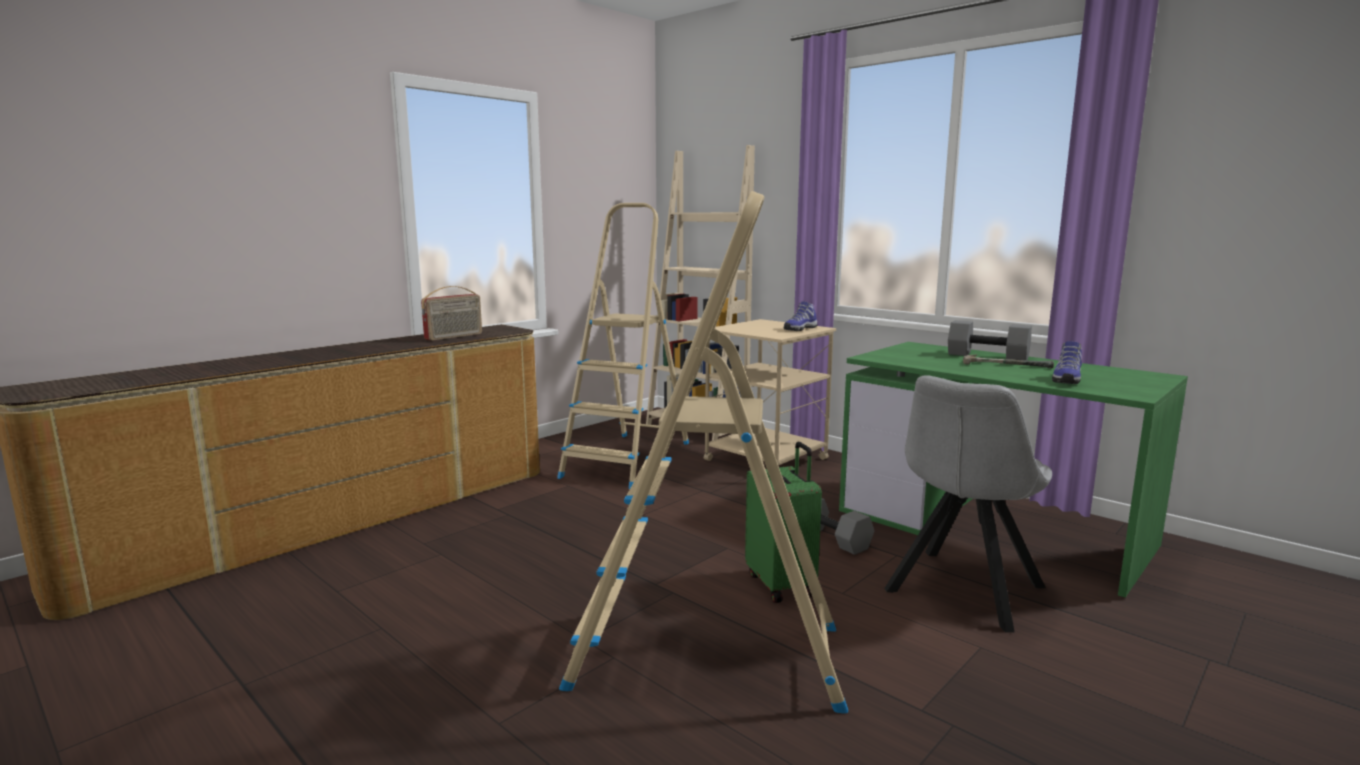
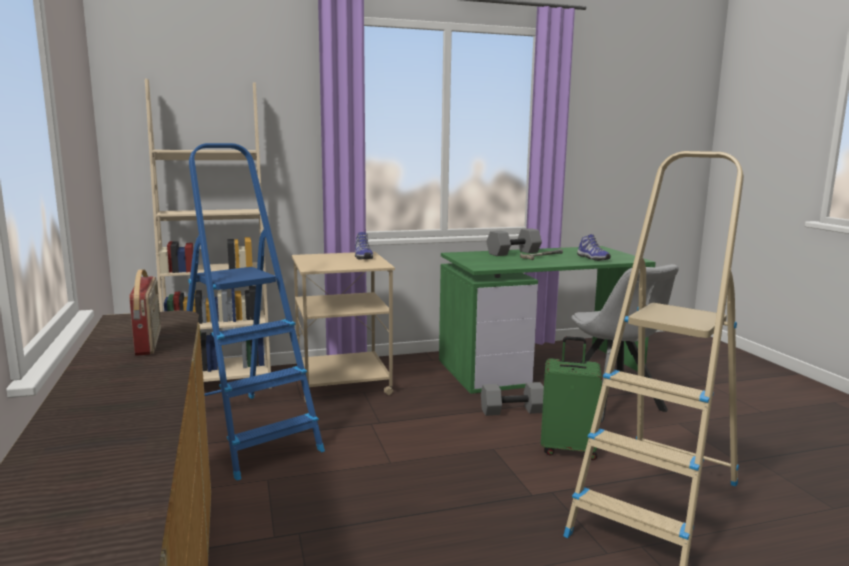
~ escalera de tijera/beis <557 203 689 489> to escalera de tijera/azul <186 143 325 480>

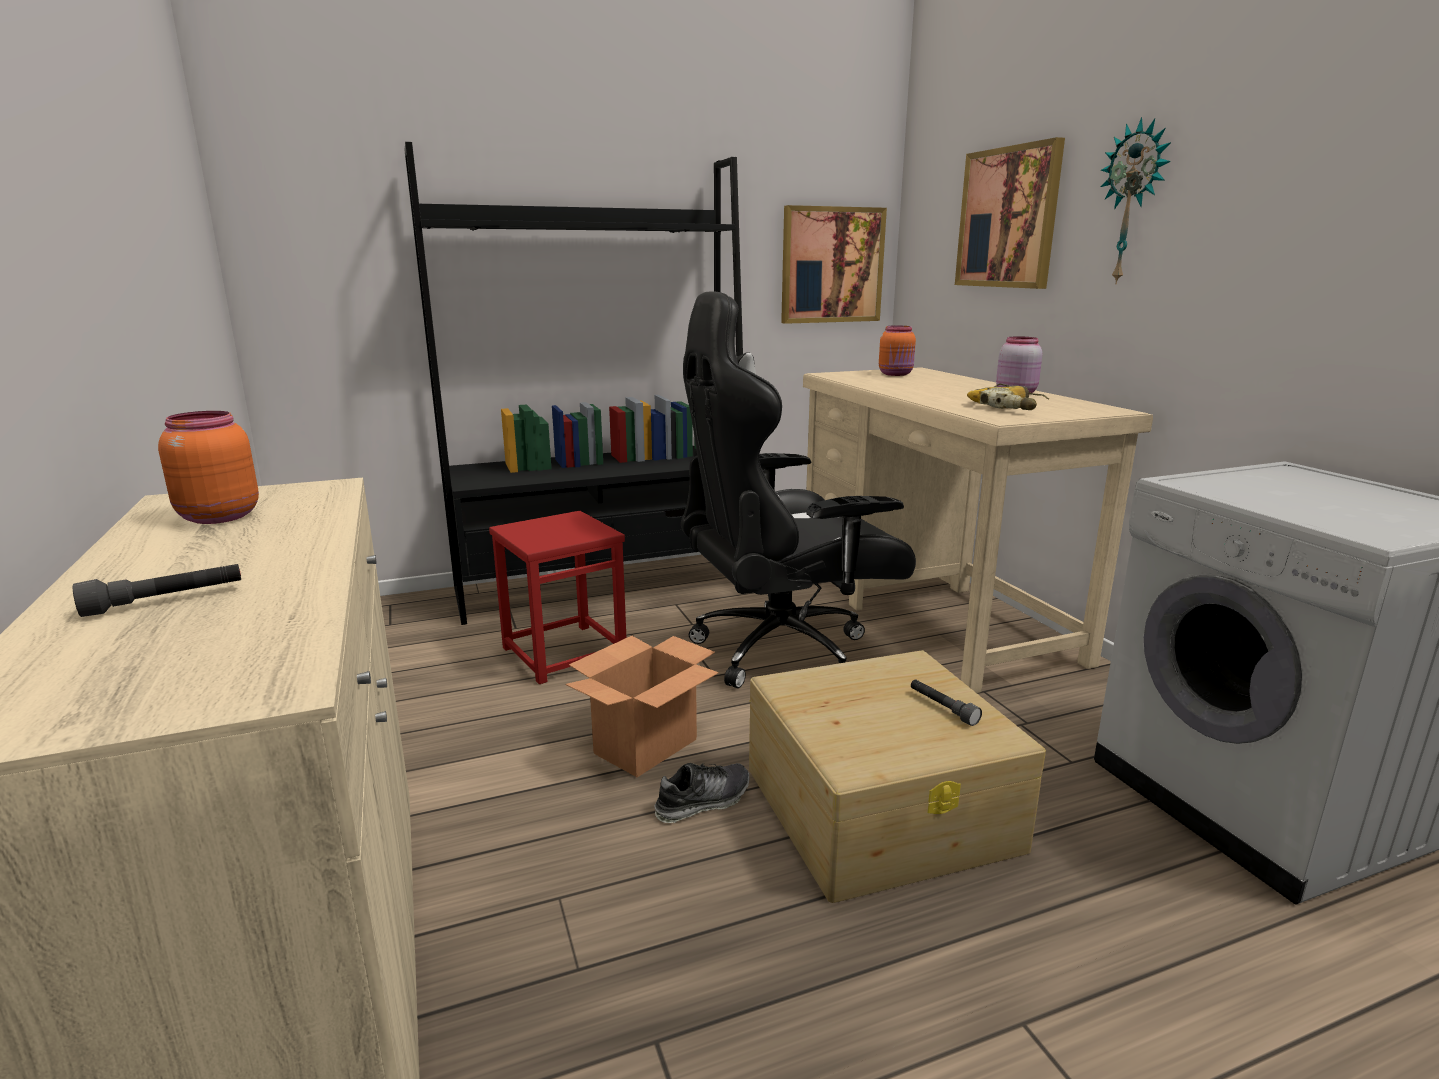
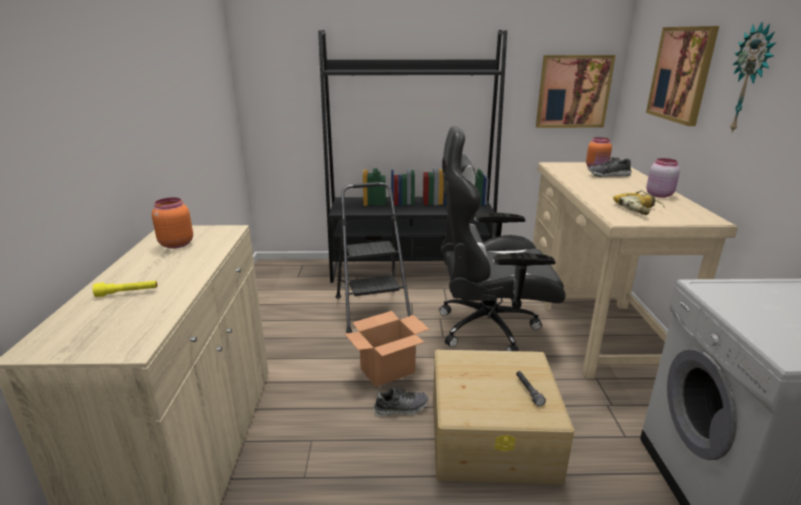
~ linterna/gris <73 564 241 617> to linterna/amarillo <93 281 157 297>
~ taburete/rojo <489 511 626 684> to escalera de tijera/negro <336 182 411 333>
+ zapato <589 157 632 177>

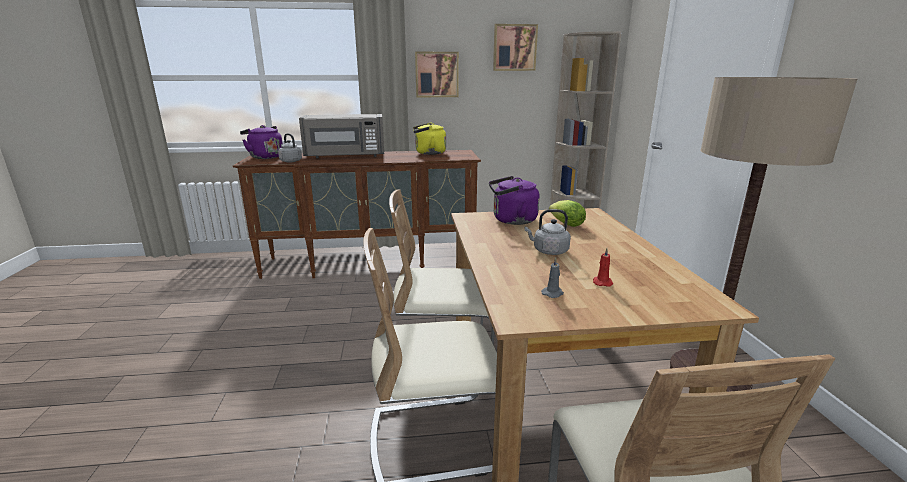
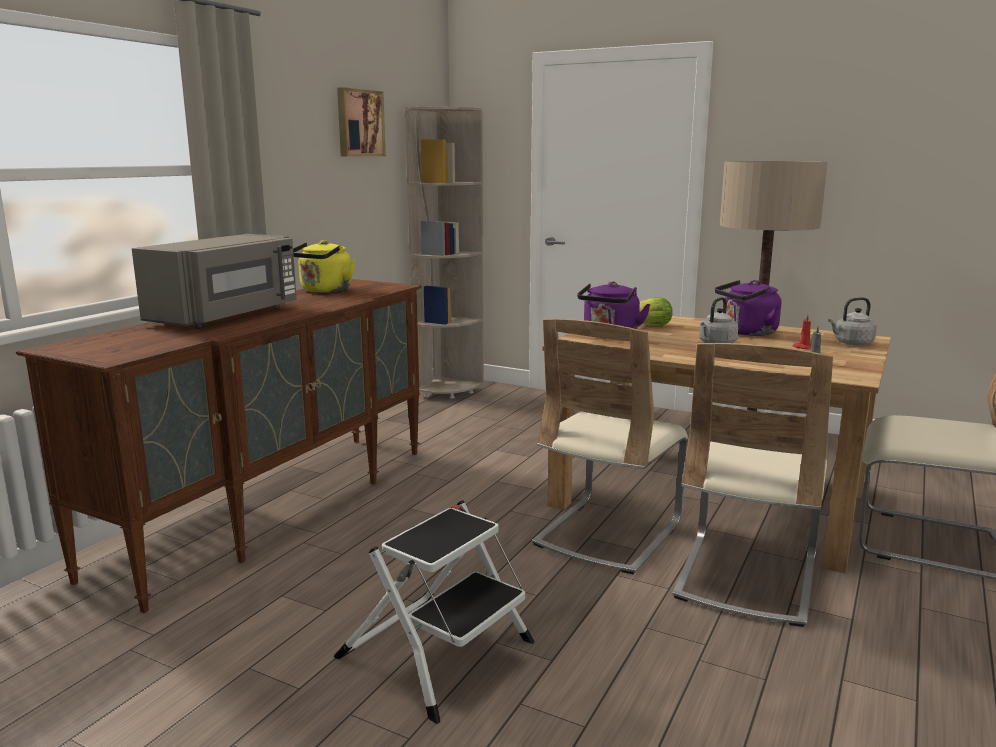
+ escalera de tijera <334 500 534 724>
~ hervidor/morado <240 125 283 159> to <715 280 781 336>
~ hervidor/gris <278 134 302 162> to <828 297 877 346>
- cuadro <415 52 459 97>

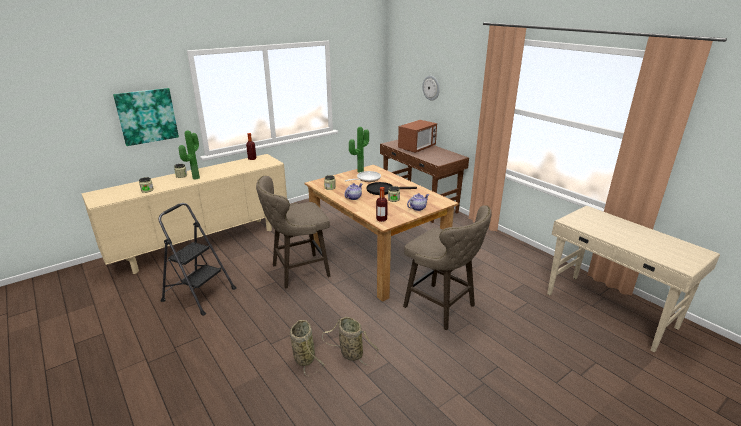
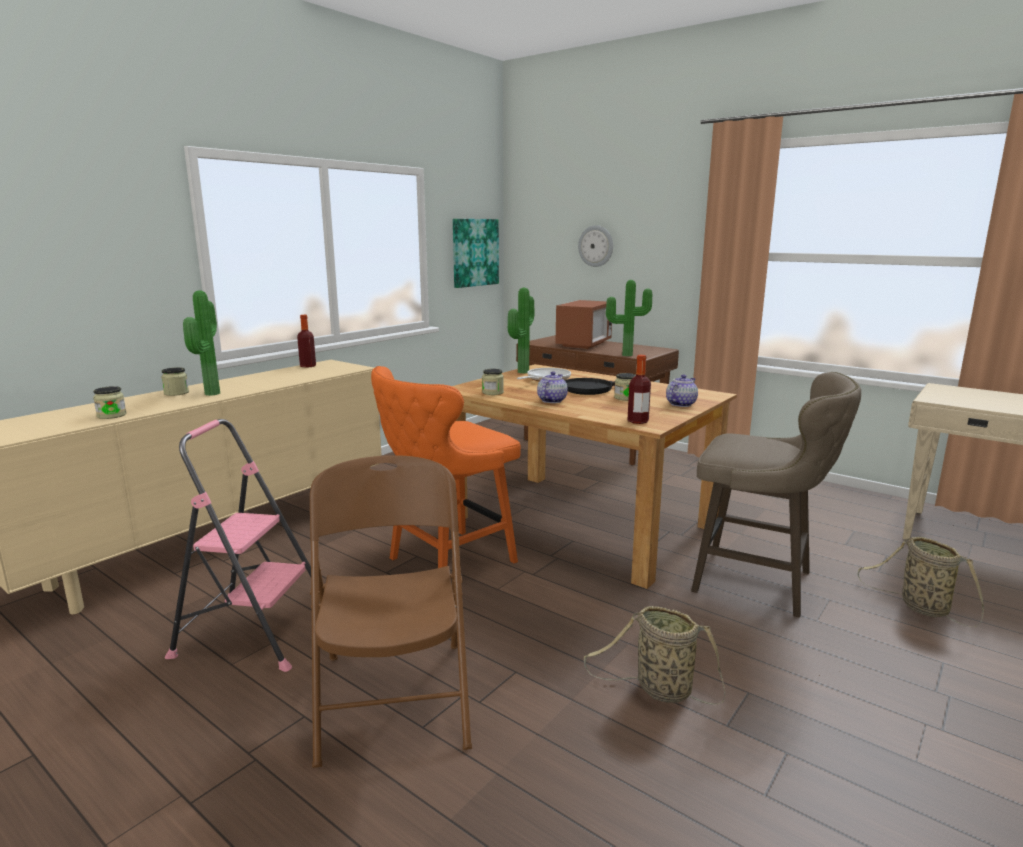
~ escalera de tijera/negro <159 203 236 316> to escalera de tijera/rosa <165 419 311 672>
+ silla/marrón <310 455 472 768>
~ taburete/beis <256 176 330 289> to taburete/naranja <371 366 521 568>
~ cuadro <113 88 179 146> to <453 219 499 288>
+ planta en maceta <606 280 652 356>
~ cesta <290 320 325 376> to <857 537 984 627>

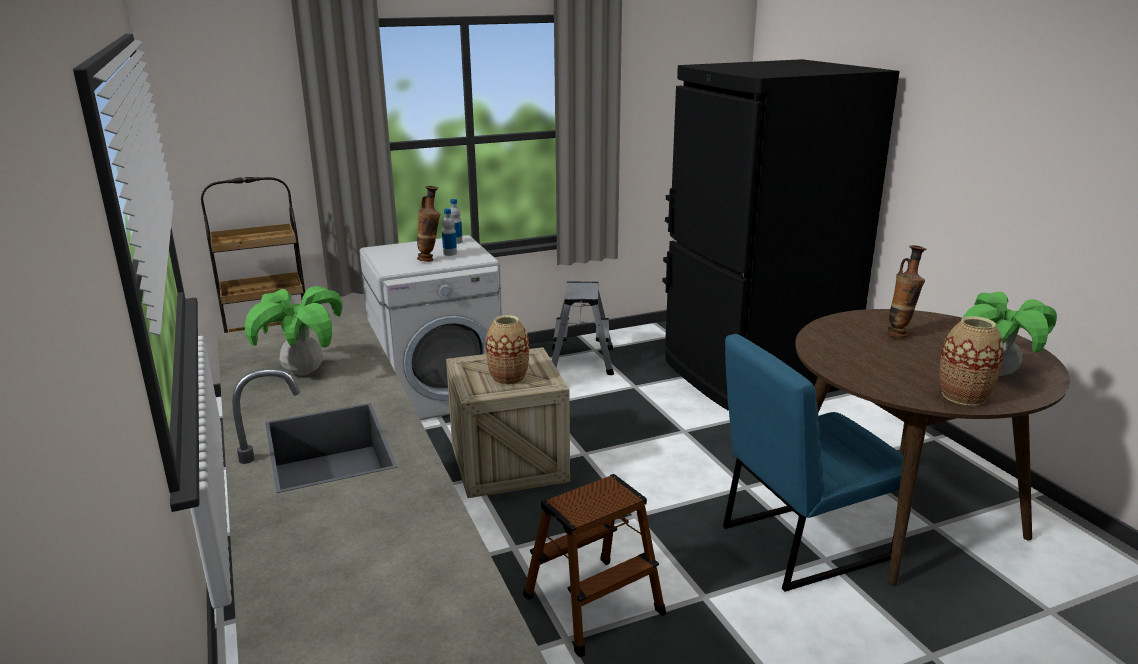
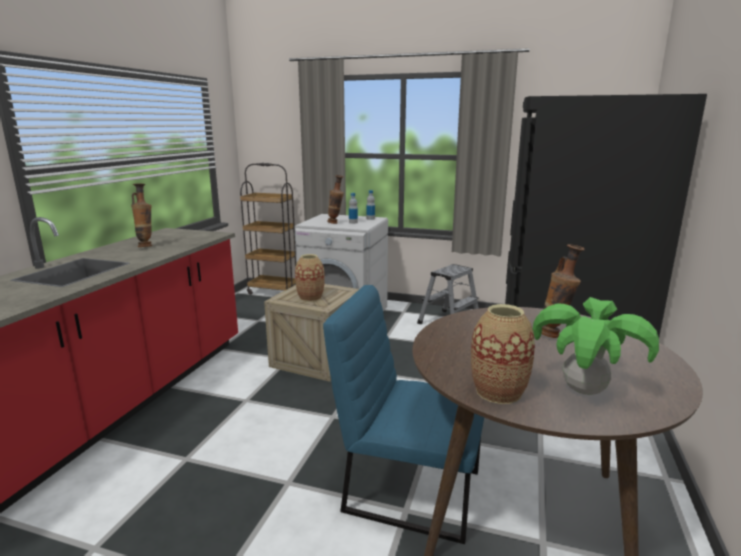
~ planta en maceta <245 286 343 376> to florero <131 183 152 247>
- escalera de tijera/marrón <523 474 666 657>

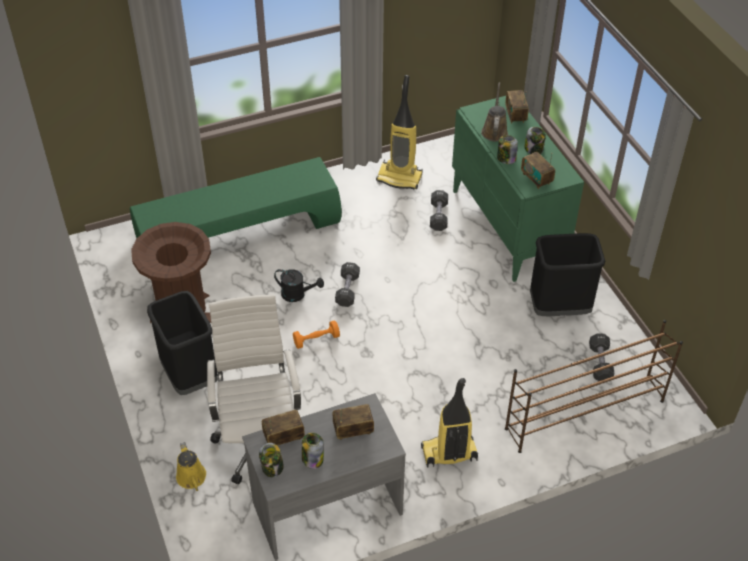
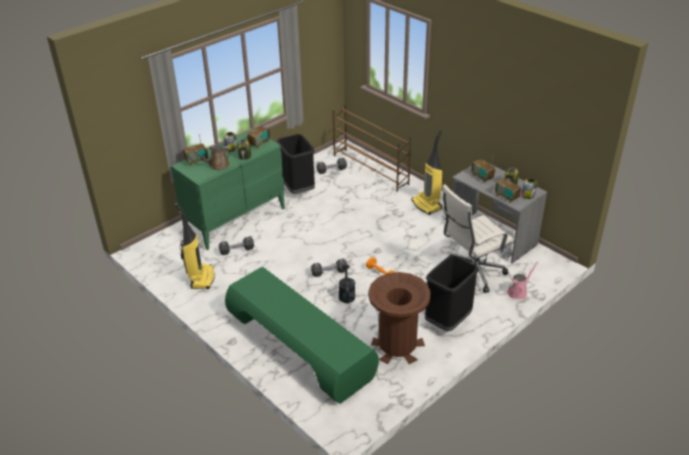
~ regadera/amarillo <176 442 206 491> to regadera/rosa <507 262 539 300>

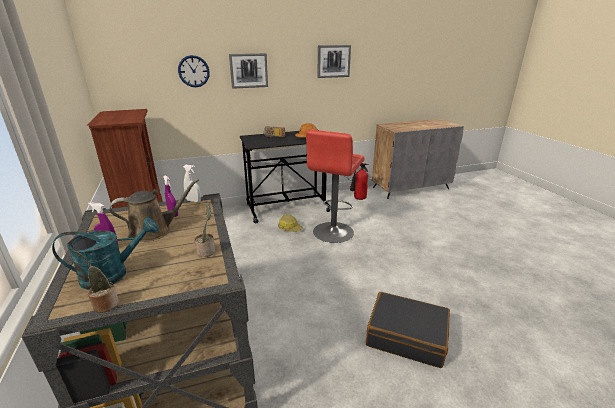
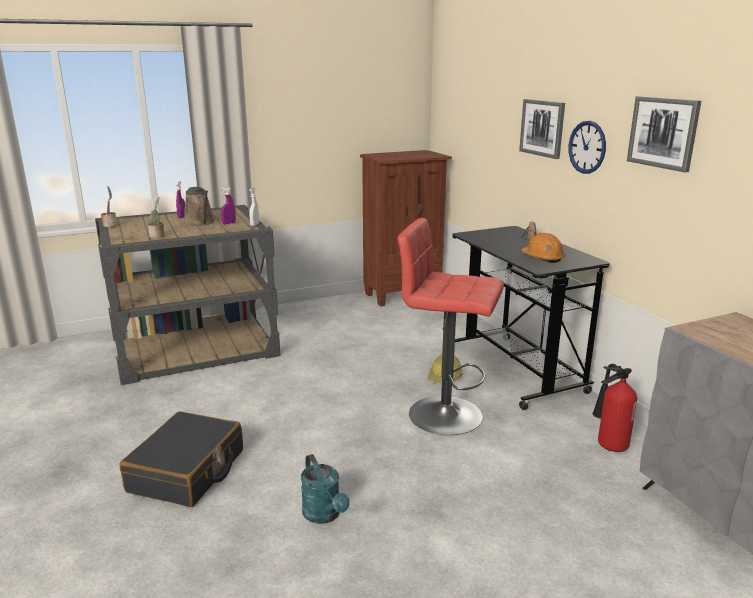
~ regadera/turquesa <52 218 159 290> to <301 454 350 524>
~ reloj de pared <178 55 210 87> to <569 121 606 174>

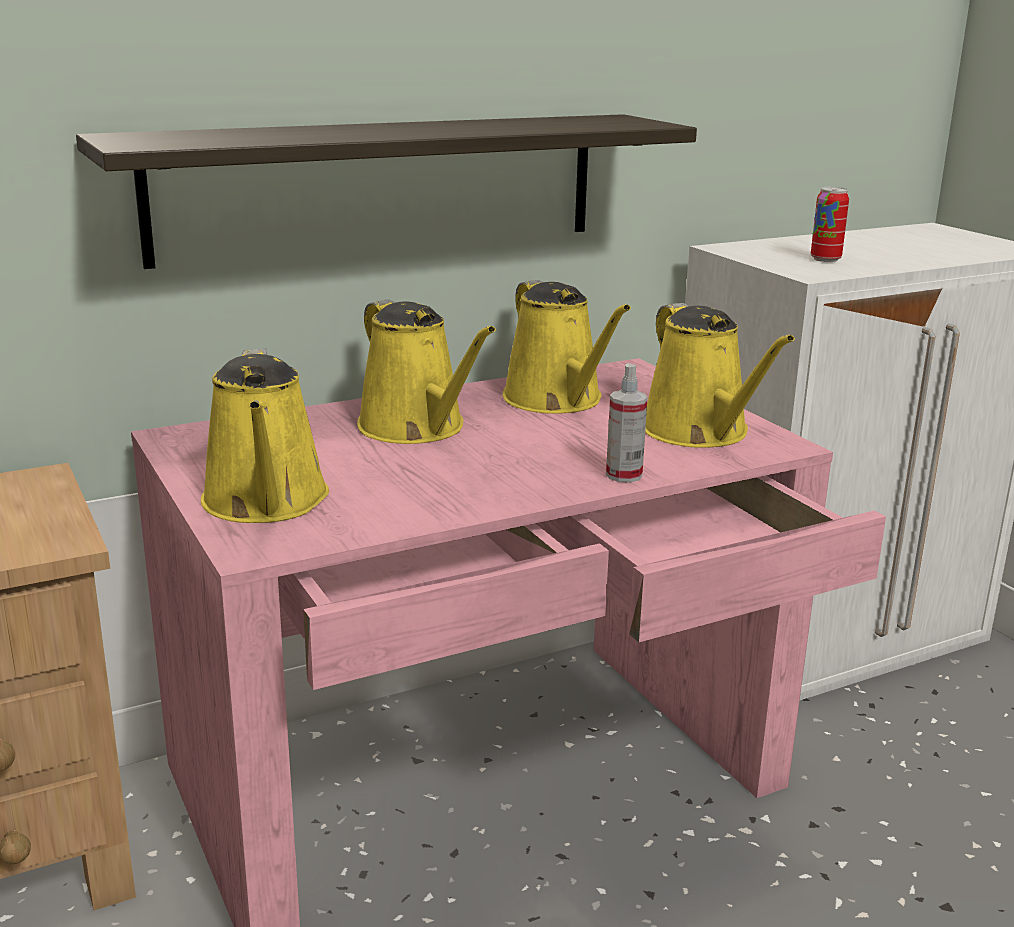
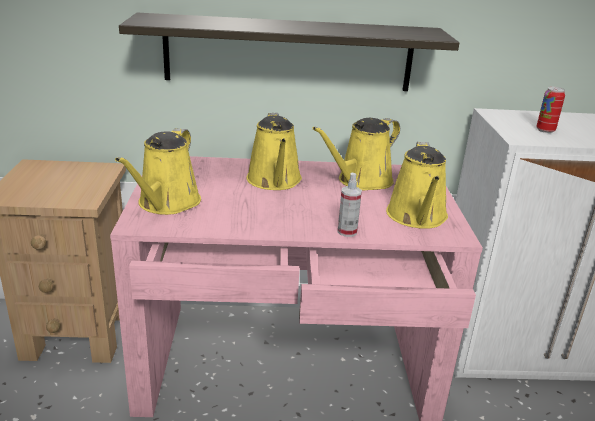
~ regadera/amarillo <503 280 631 414> = <312 118 400 191> 45 degrees clockwise

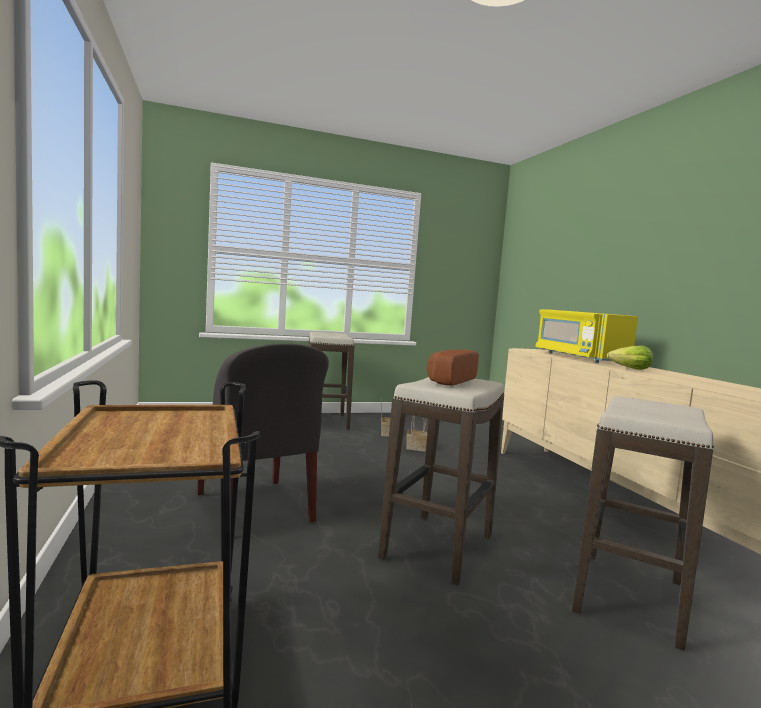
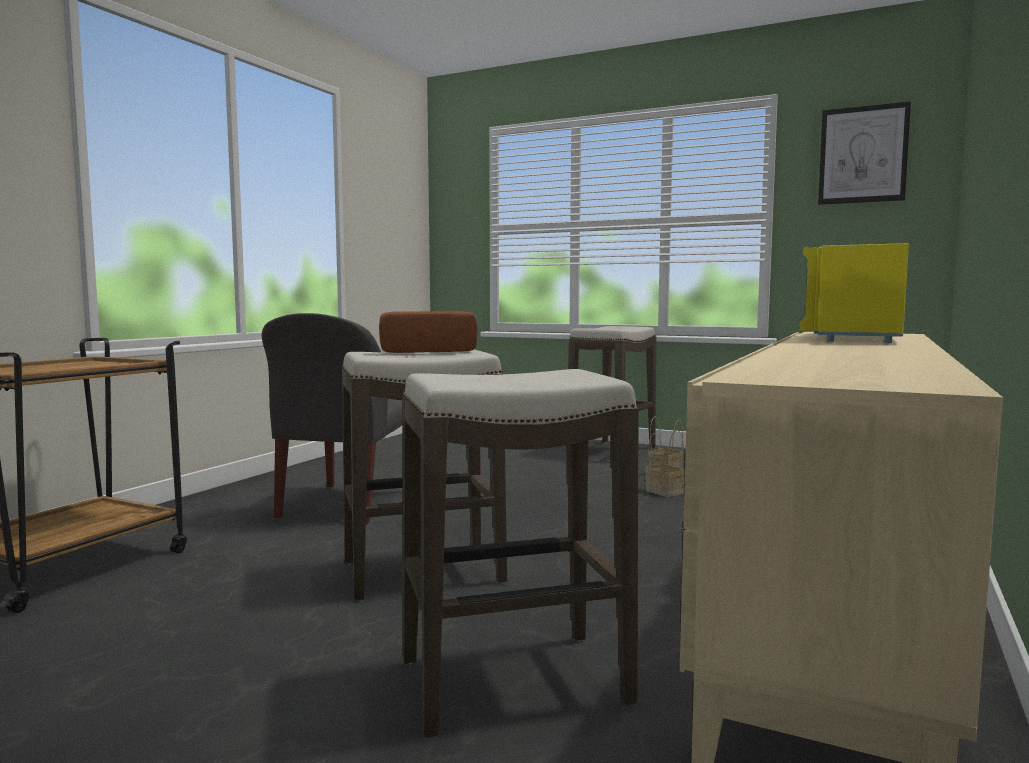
+ cuadro <818 101 911 205>
- lechuga <607 346 653 370>

